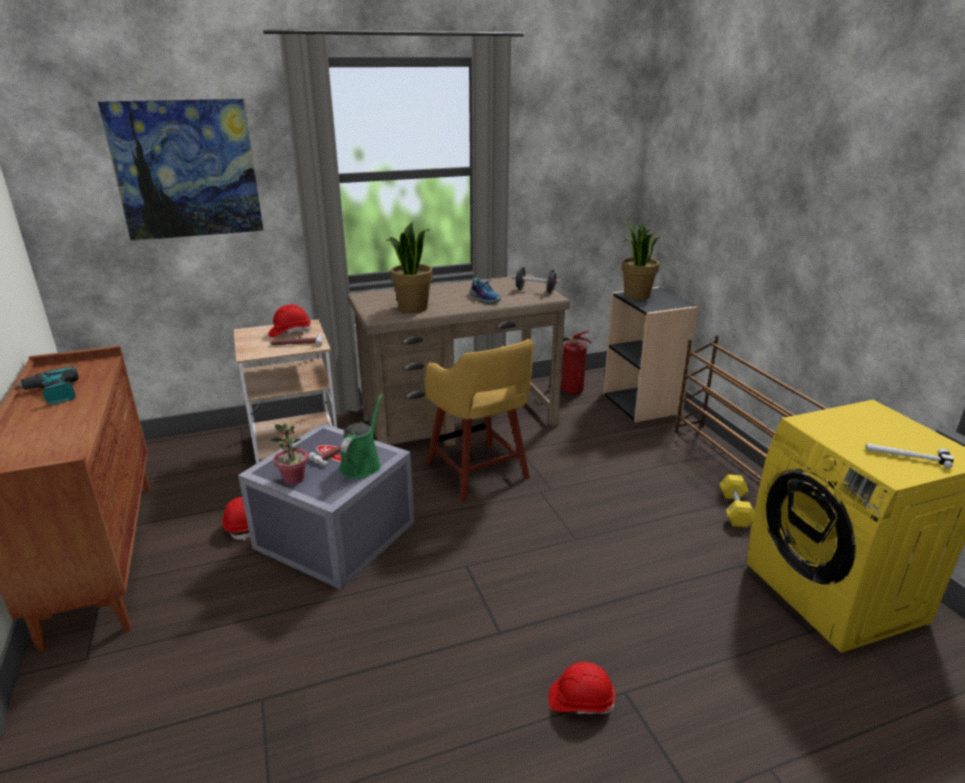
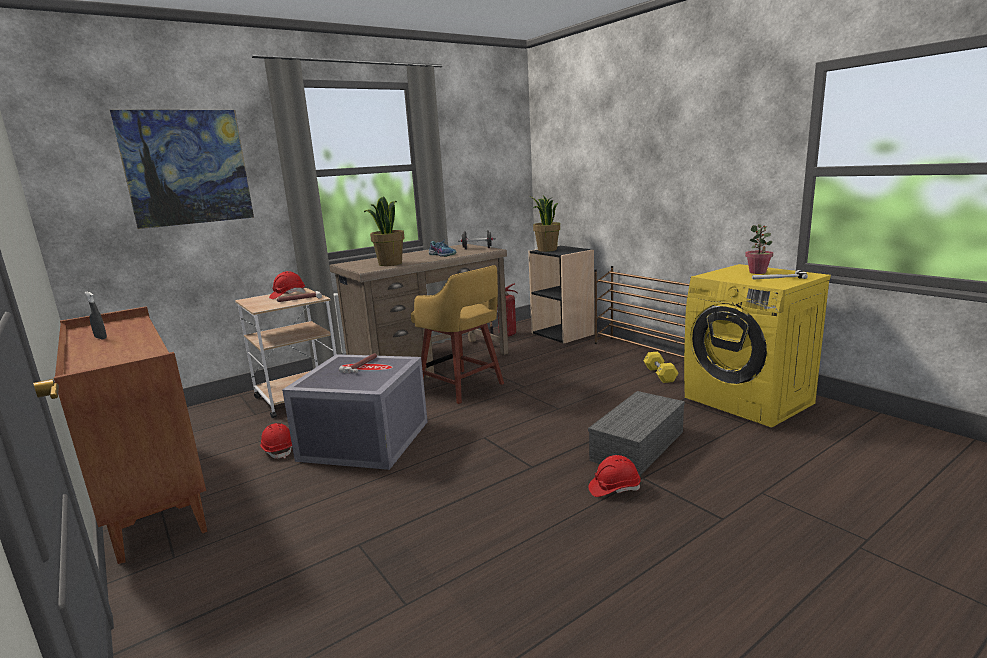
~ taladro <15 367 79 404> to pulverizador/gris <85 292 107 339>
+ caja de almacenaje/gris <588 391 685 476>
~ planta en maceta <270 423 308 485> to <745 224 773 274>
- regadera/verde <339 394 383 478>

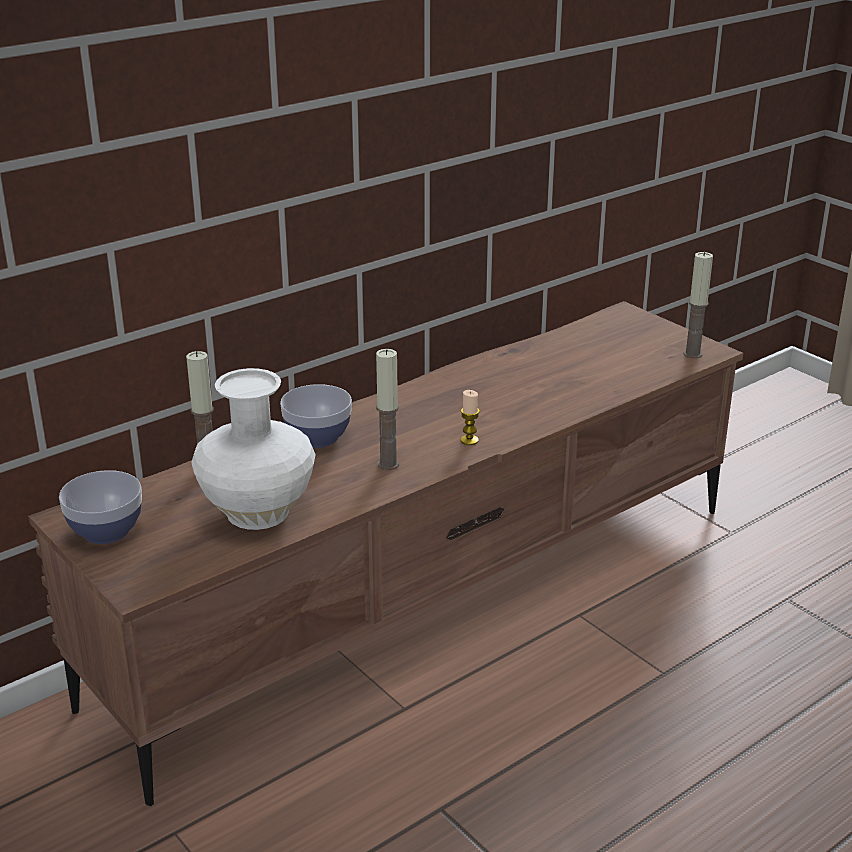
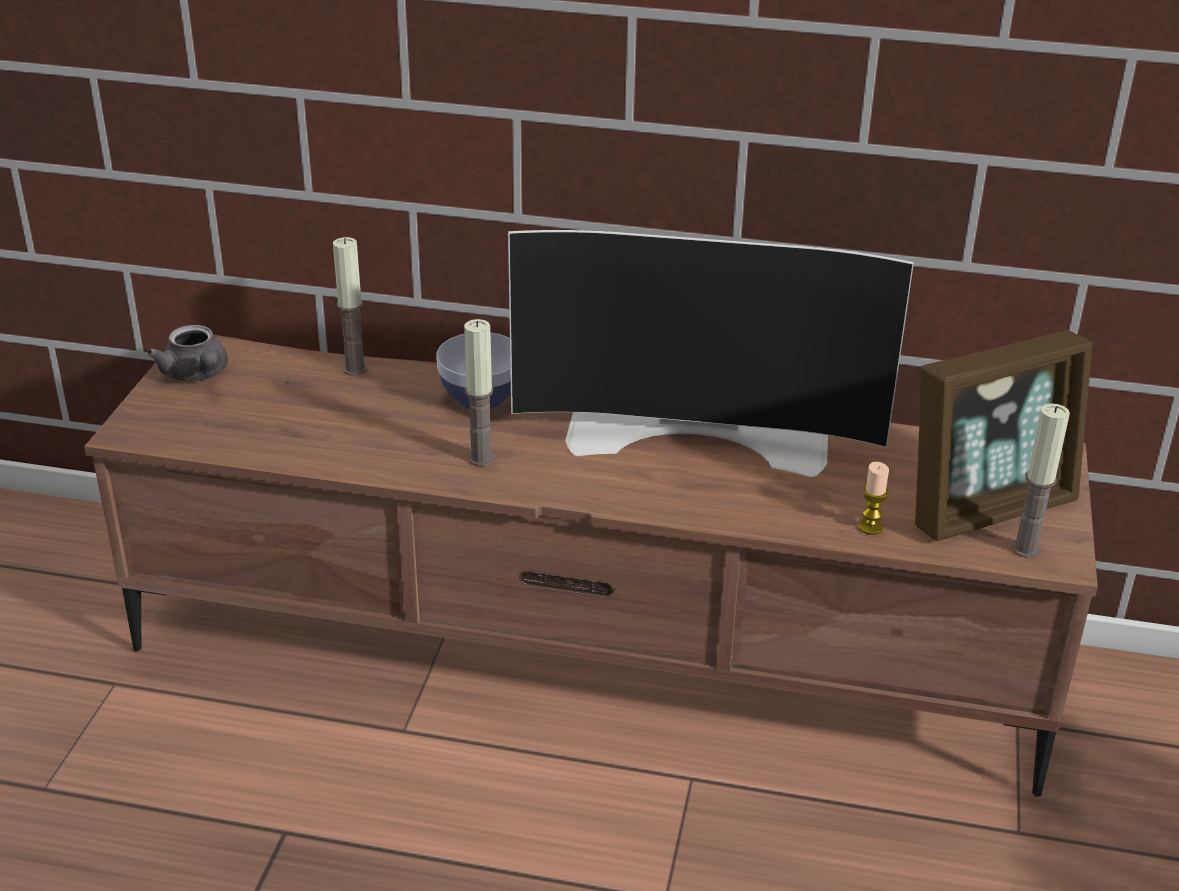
~ cuenco <59 470 142 544> to tetera/gris <147 325 228 382>
+ televisor <508 230 914 477>
~ vela <461 390 480 445> to <858 462 889 535>
+ portarretratos <915 330 1092 541>
- florero/blanco <191 368 316 530>

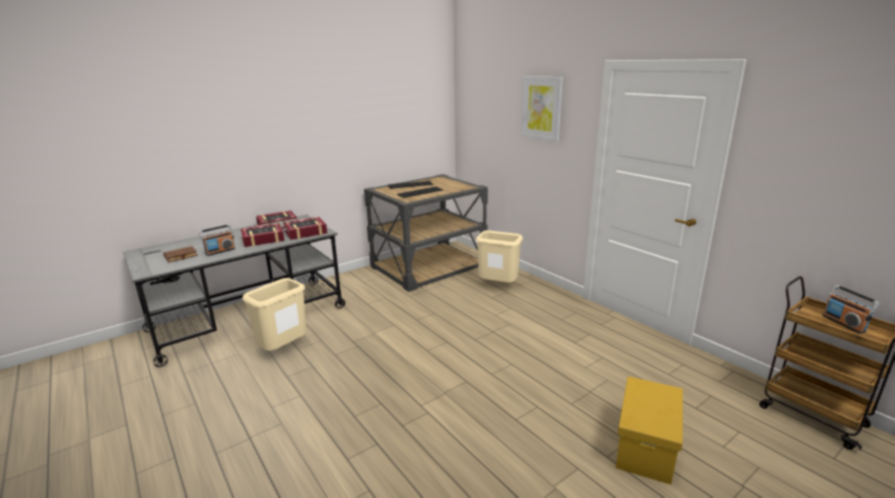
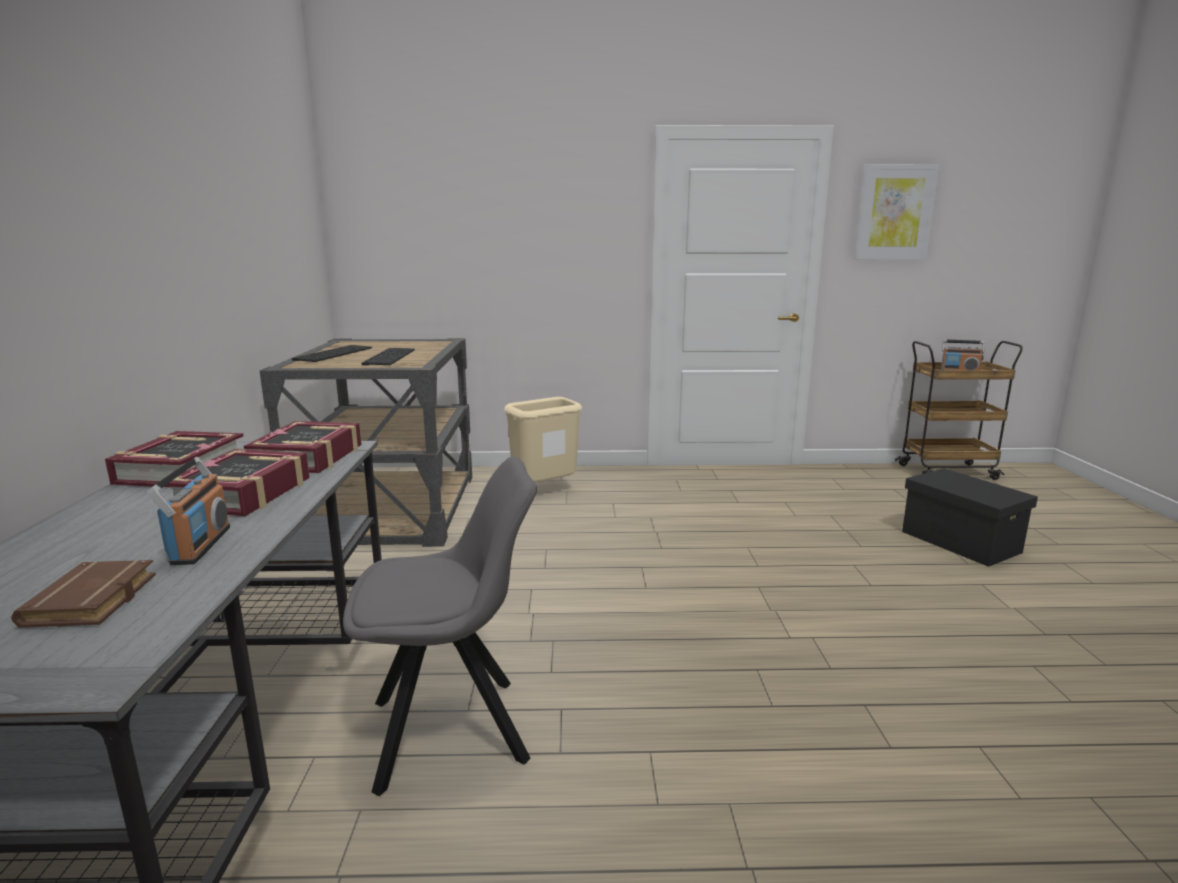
~ papelera/beis <242 278 307 351> to silla/gris <343 457 537 796>
~ cuadro <522 76 563 142> to <854 164 940 260>
~ caja de almacenaje/amarillo <615 376 683 485> to caja de almacenaje/negro <902 468 1038 567>

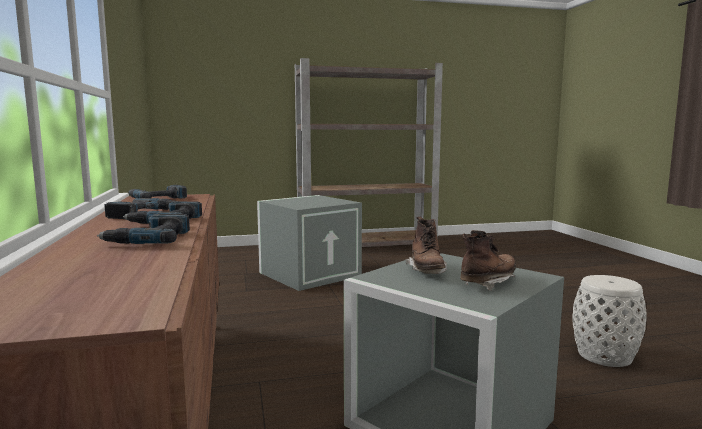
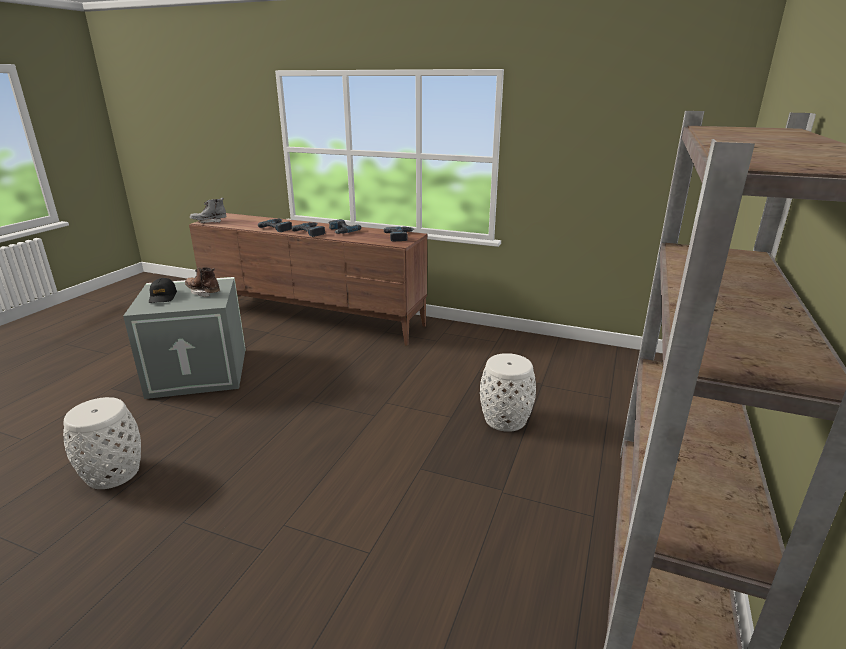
~ bota/marrón <460 230 516 291> to gorra/negro <149 278 177 303>
+ bota/gris <190 198 227 223>
~ caja de almacenaje/gris <257 195 362 291> to taburete/blanco <480 353 536 432>

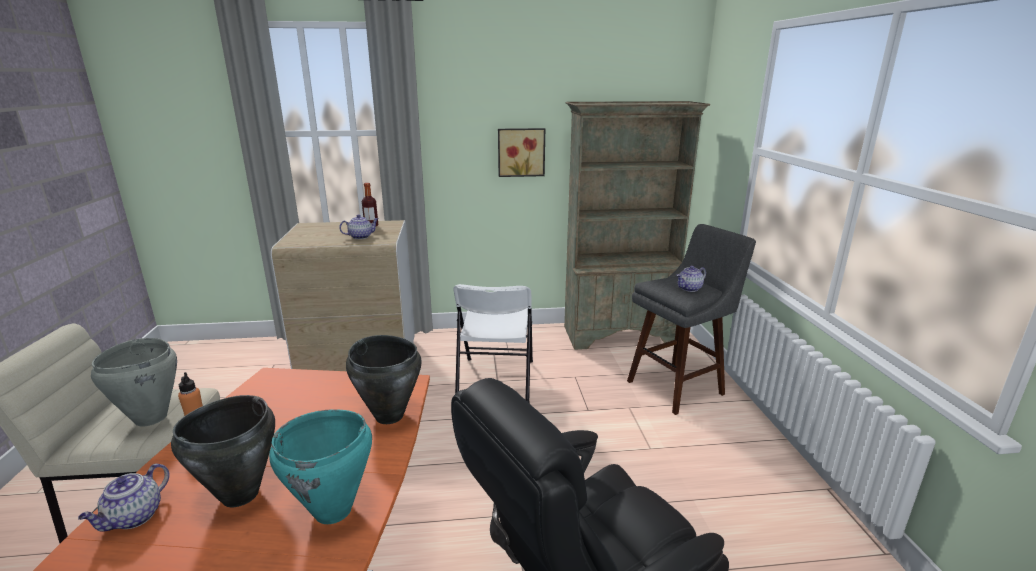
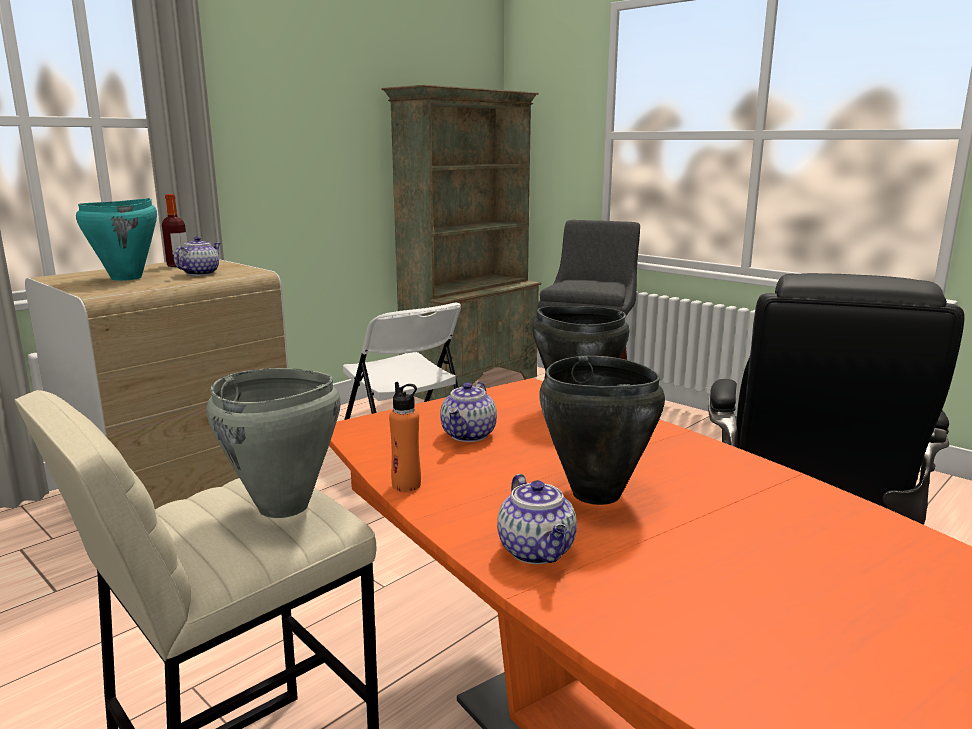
~ olla/turquesa <269 409 372 524> to <76 198 157 281>
~ tetera <676 266 706 292> to <440 382 497 442>
- cuadro <498 128 545 177>

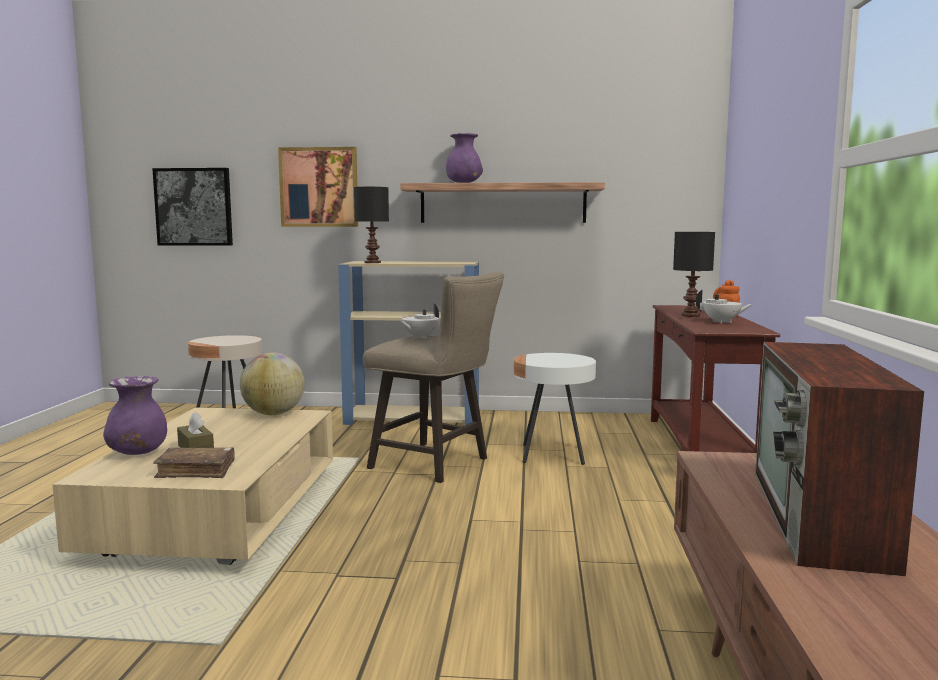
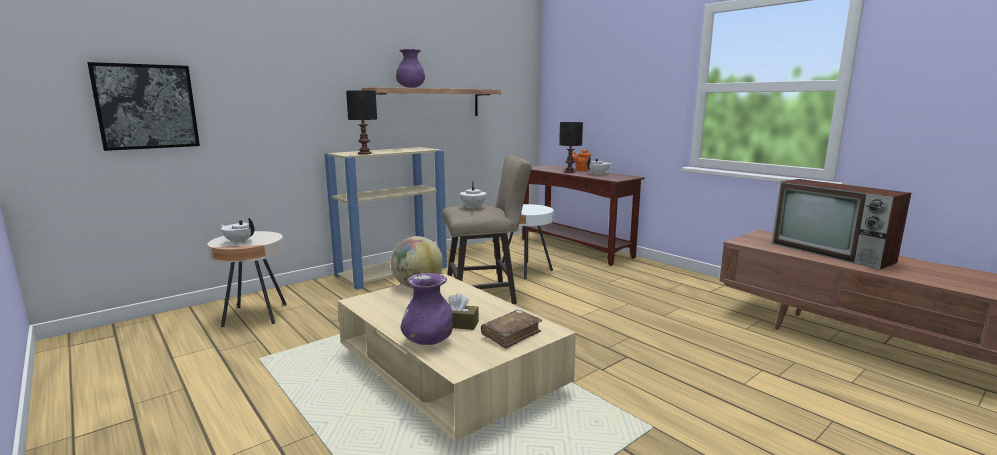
+ tetera/blanco <221 218 255 244>
- cuadro <278 147 358 227>

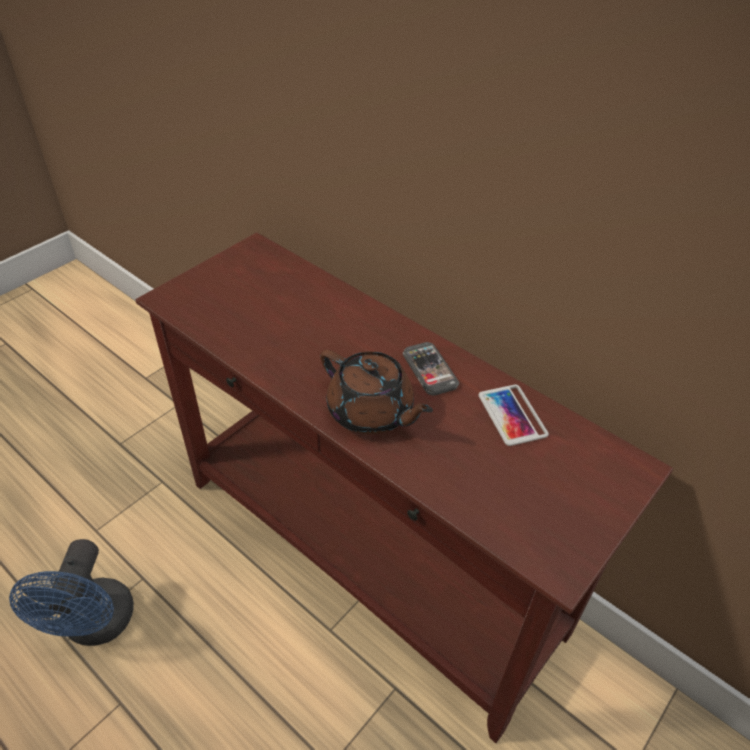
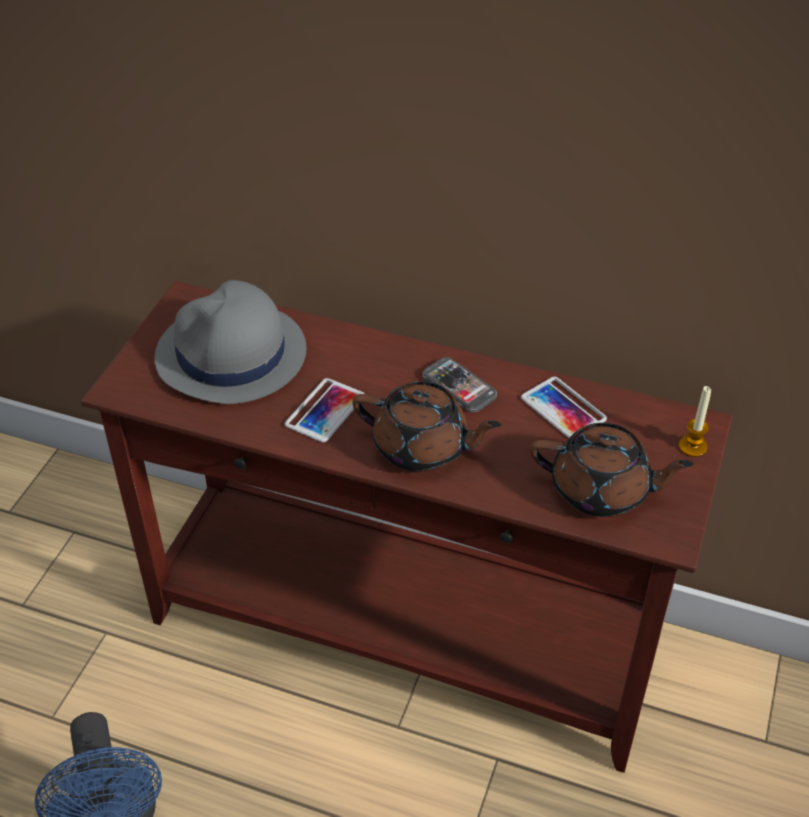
+ sombrero/gris <155 280 306 404>
+ móvil <285 378 364 442>
+ tetera/marrón <530 423 694 517>
+ vela <679 386 711 457>

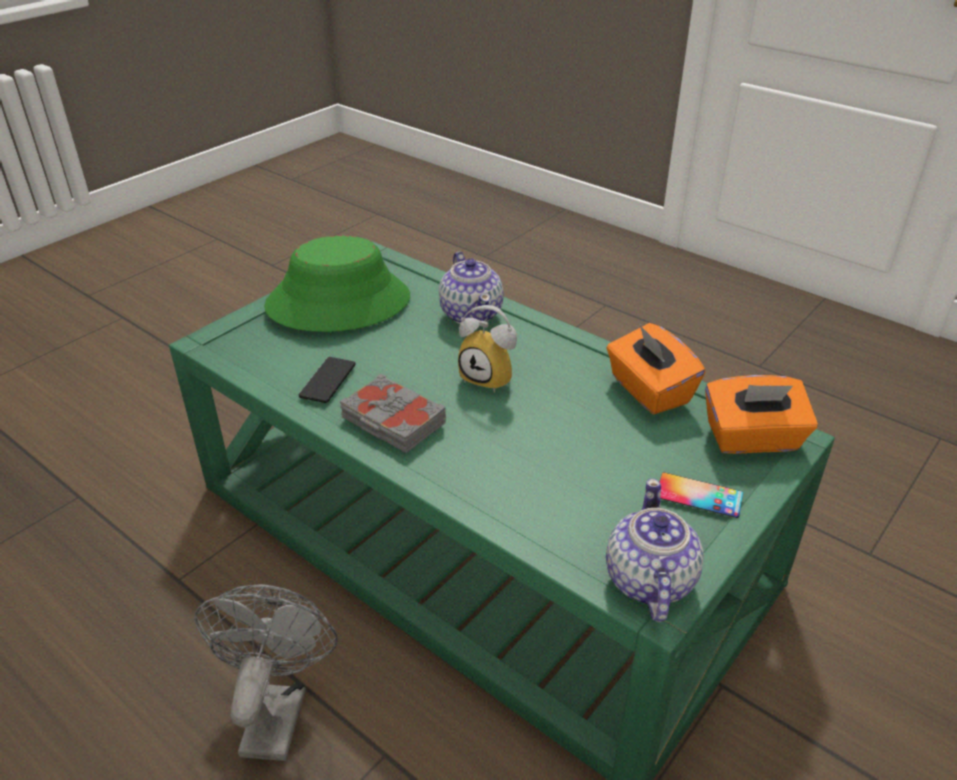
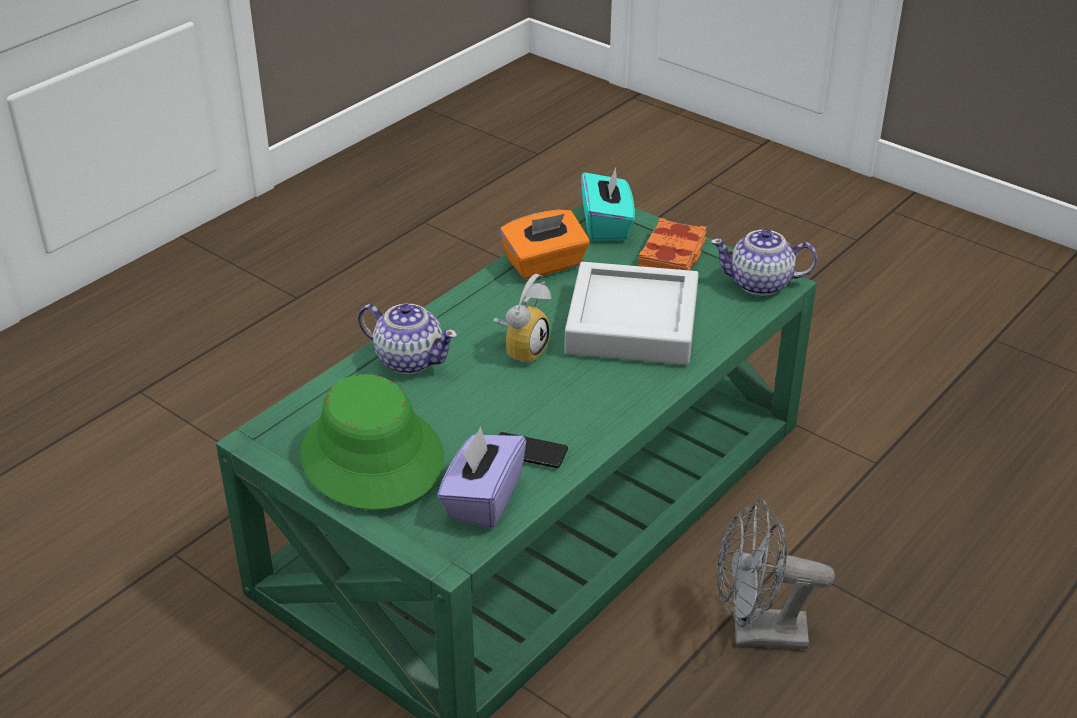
~ tetera <439 252 504 324> = <358 304 457 374> 45 degrees clockwise
+ caja de pañuelos/morado <437 427 526 528>
+ bandeja/gris <564 262 699 365>
~ caja de pañuelos/naranja <705 375 818 454> to caja de pañuelos/turquesa <581 168 635 241>
~ móvil <660 472 743 518> to libro/naranja <638 218 707 270>
- libro/gris <340 374 446 453>

